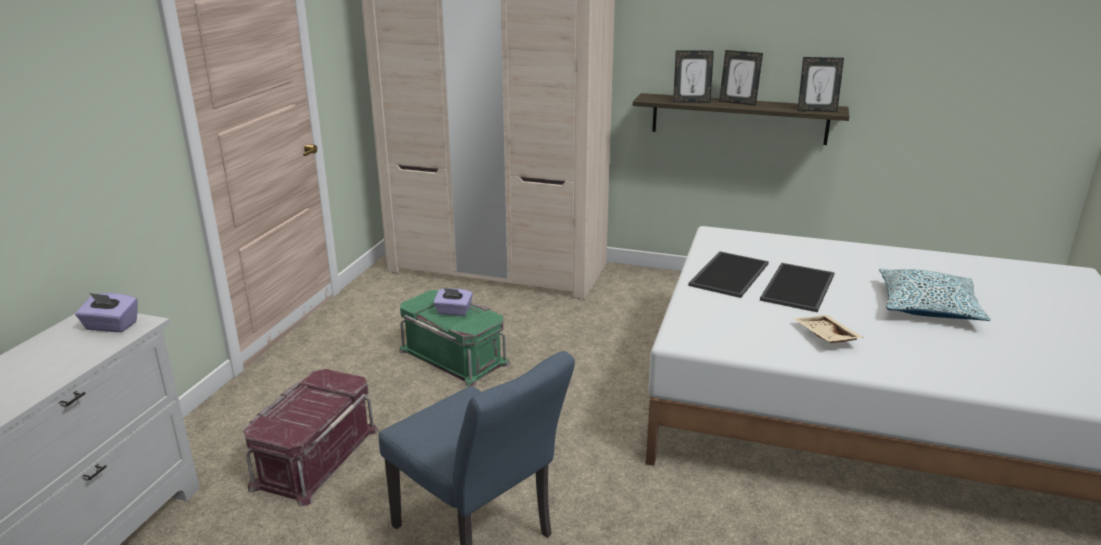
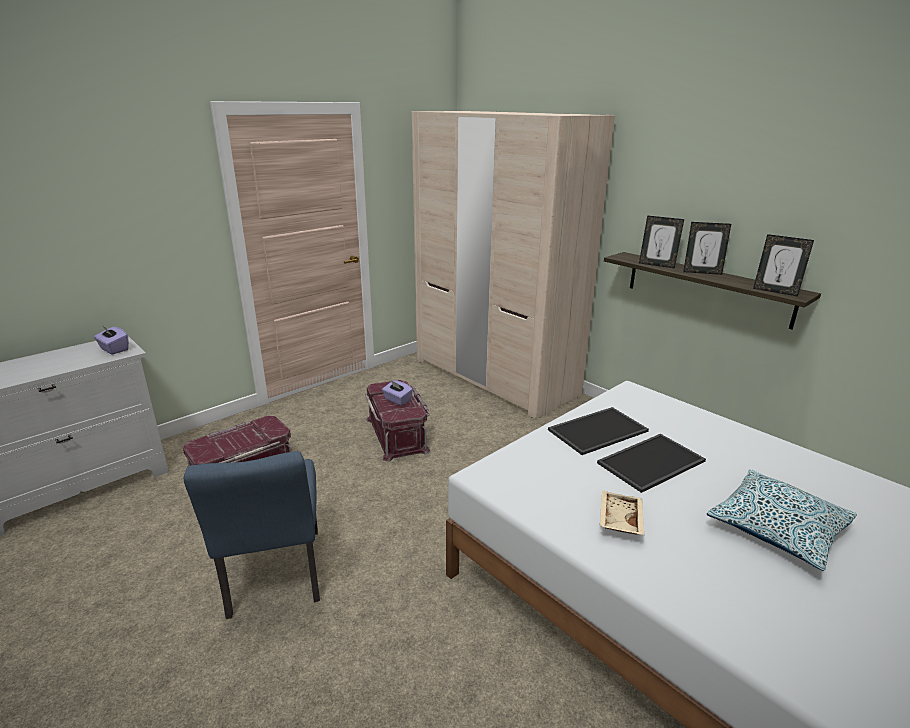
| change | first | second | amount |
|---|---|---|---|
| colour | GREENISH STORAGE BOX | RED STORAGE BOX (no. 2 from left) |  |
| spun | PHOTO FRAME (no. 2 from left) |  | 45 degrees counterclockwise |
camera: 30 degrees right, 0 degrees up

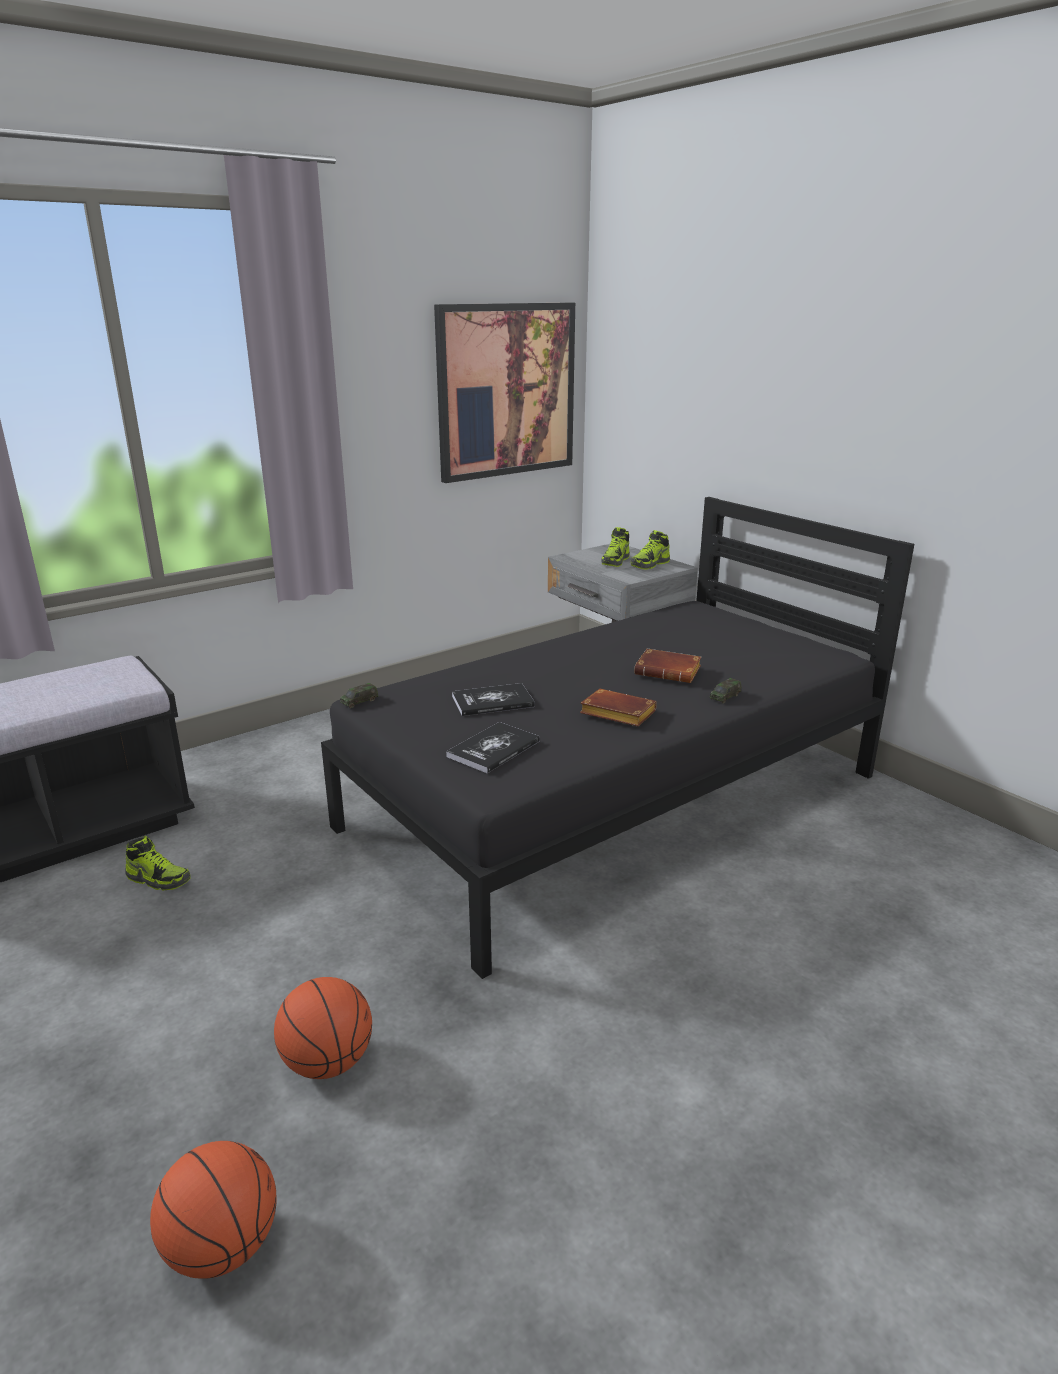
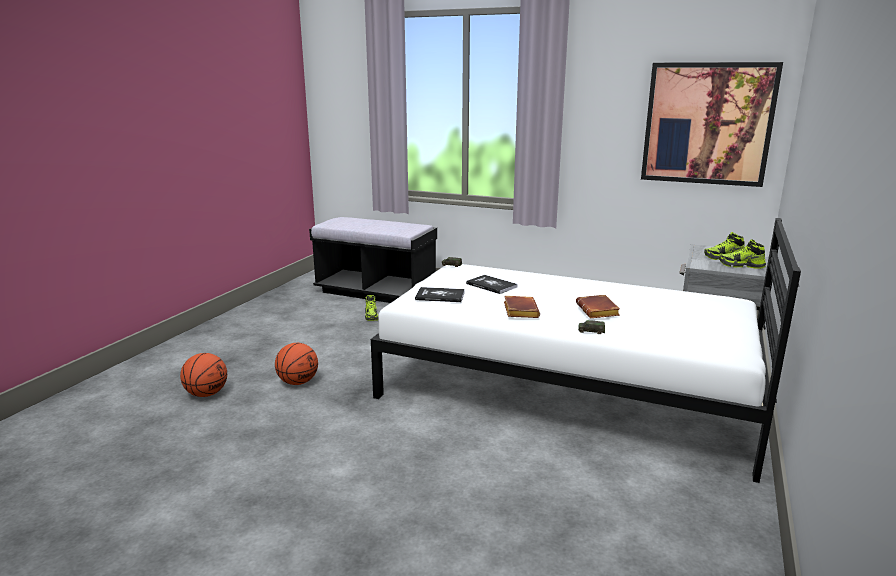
| change | first | second | amount |
|---|---|---|---|
| colour | BLACK BEDROOM BED | WHITISH BEDROOM BED |  |
camera: 60 degrees right, 5 degrees down

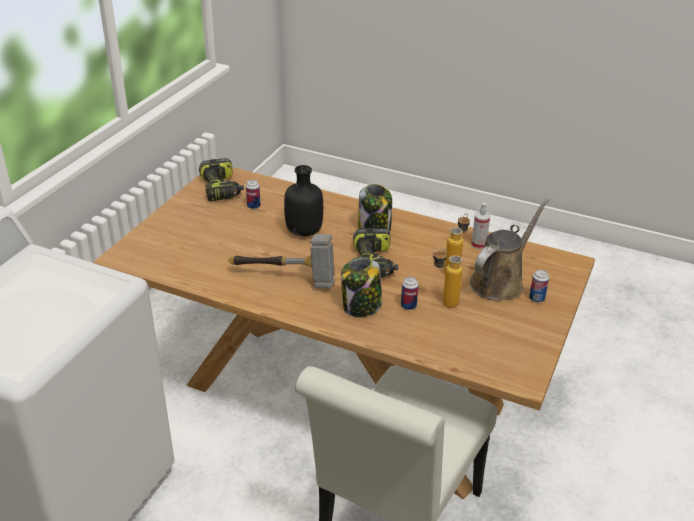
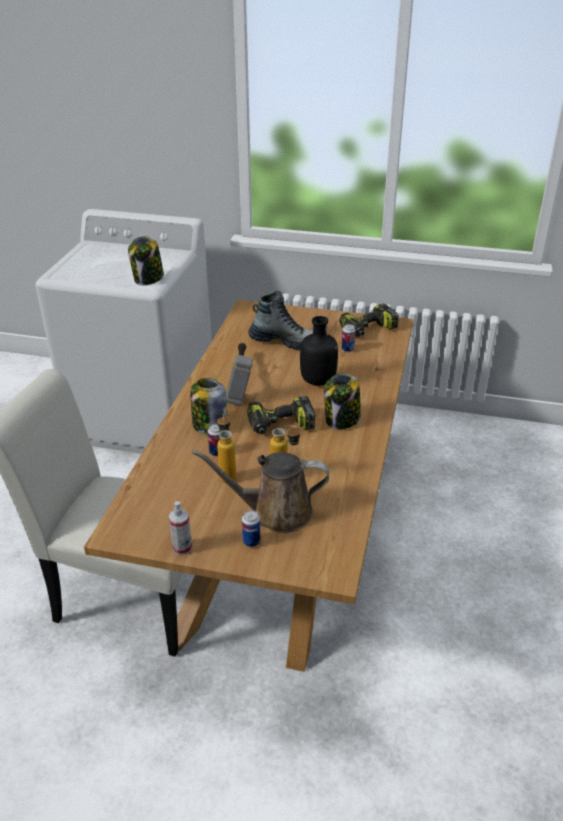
| change | first | second | amount |
|---|---|---|---|
| appeared |  | PRESERVE JAR (no. 1 from left) |  |
| relocated | SPRAY BOTTLE |  |  |
| spun | BROWN-COLOURED WATERING CAN |  | 150 degrees clockwise |
| appeared |  | BOOT |  |
camera: 80 degrees right, 0 degrees up

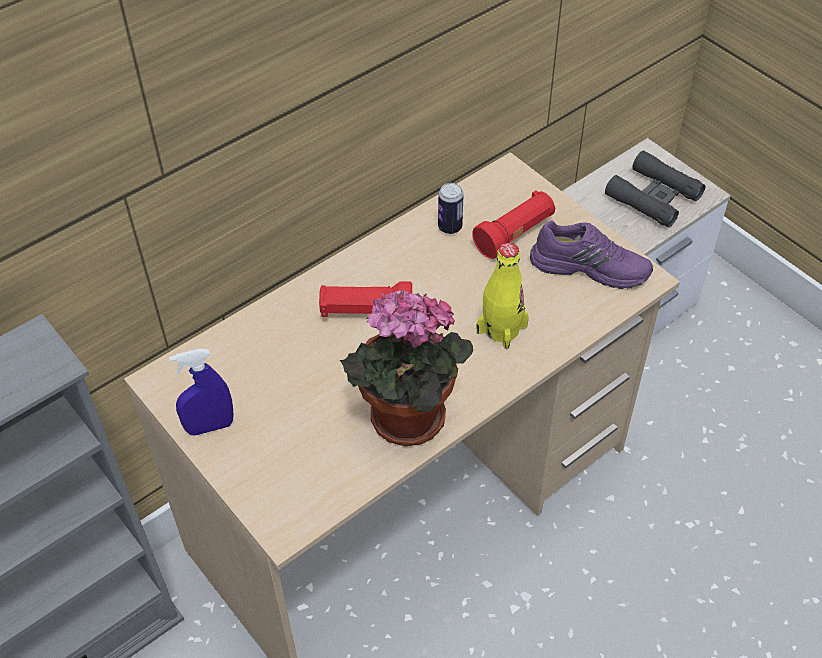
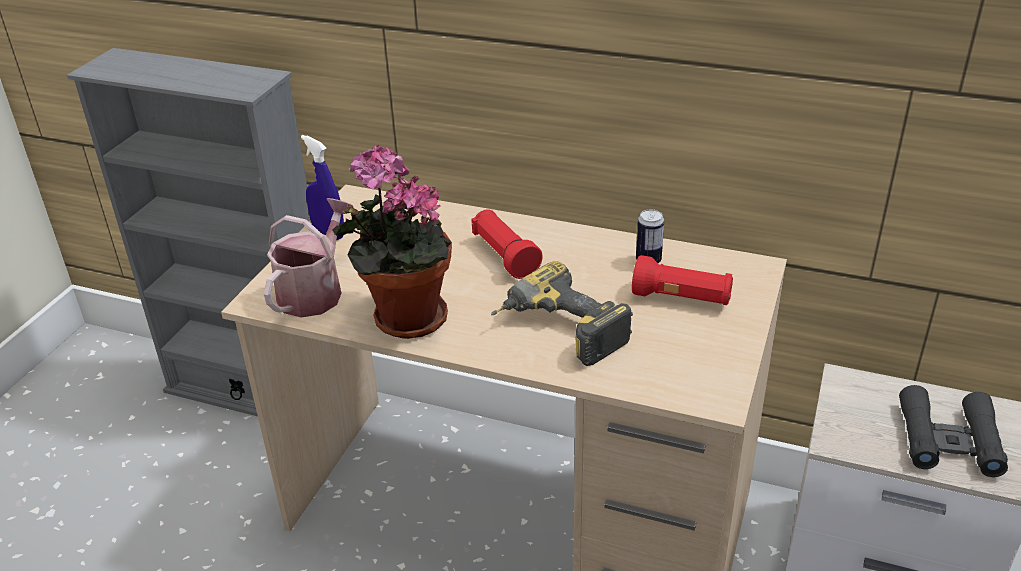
| change | first | second | amount |
|---|---|---|---|
| appeared |  | WATERING CAN |  |
| exchanged | YELLOWISH DRINK BOTTLE | DRILL |  |
| missing | PURPLE-COLOURED SHOE |  |  |
camera: 60 degrees right, 15 degrees down

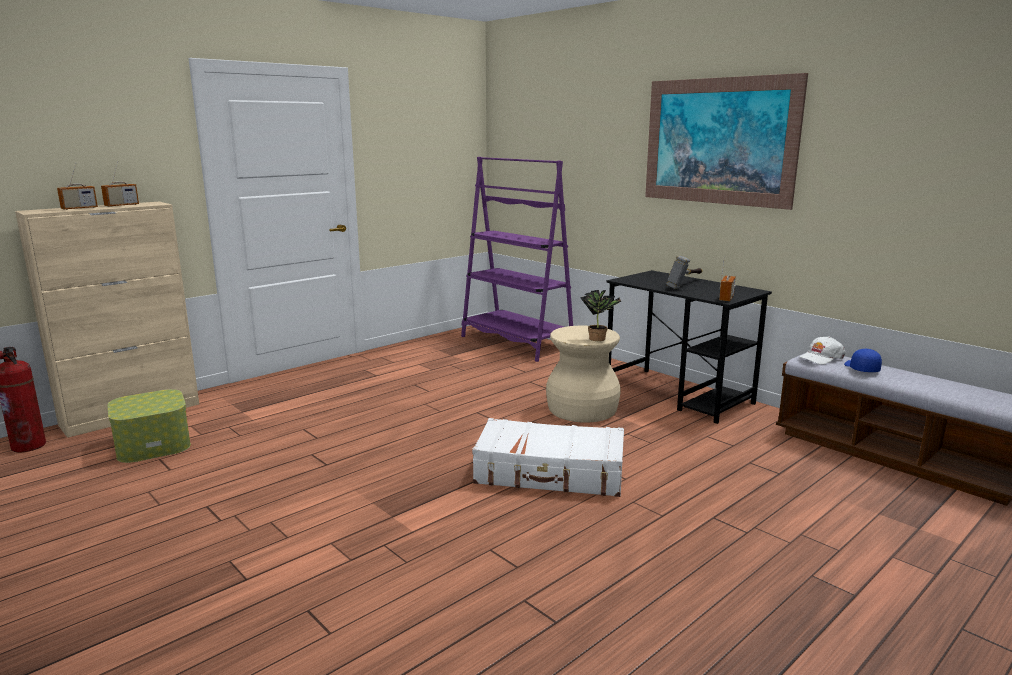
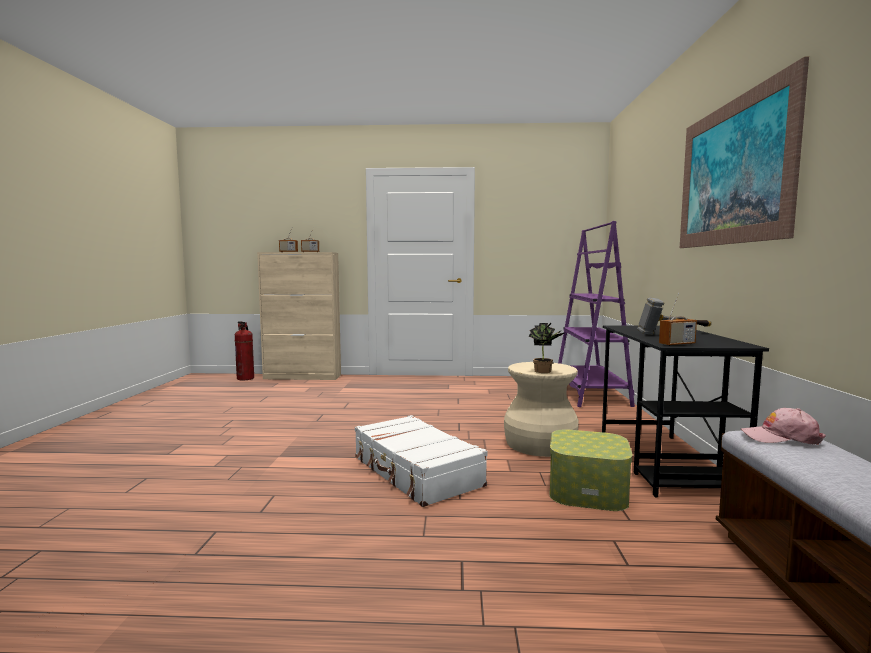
| change | first | second | amount |
|---|---|---|---|
| relocated | STORAGE BOX |  |  |
| colour | WHITISH BASEBALL CAP | PINK BASEBALL CAP |  |
| missing | BLUE-COLOURED BASEBALL CAP |  |  |
camera: 45 degrees right, 10 degrees down

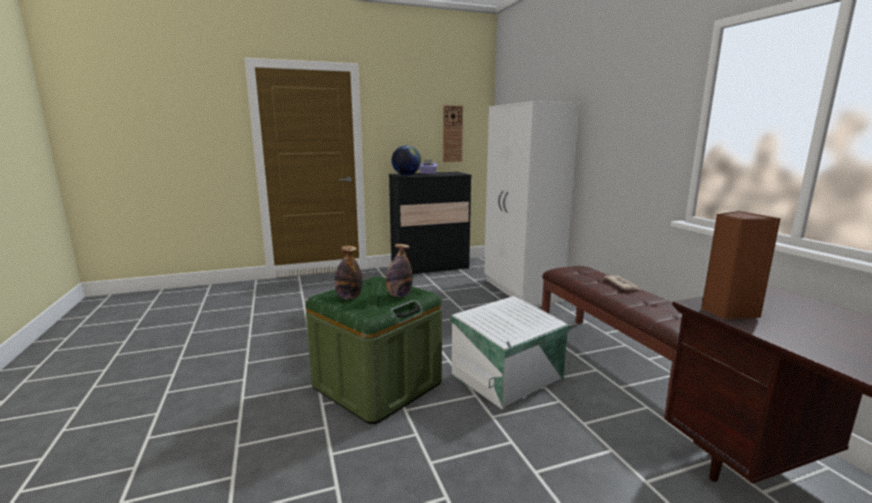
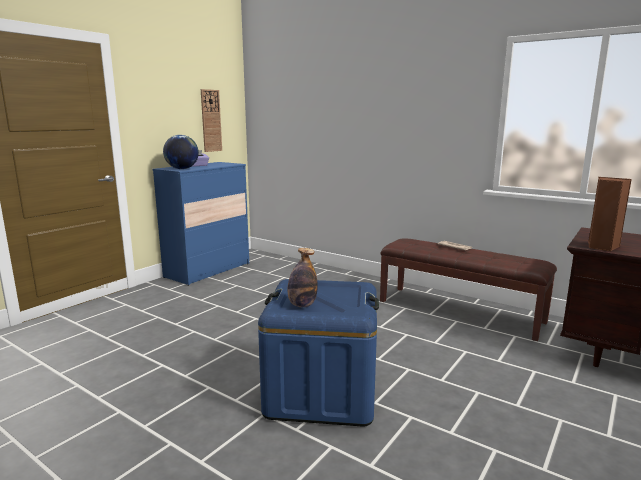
| change | first | second | amount |
|---|---|---|---|
| colour | BLACK CHEST OF DRAWERS | BLUE-COLOURED CHEST OF DRAWERS |  |
| colour | GREENISH STORAGE BOX | BLUE-COLOURED STORAGE BOX |  |
| missing | DRINK BOTTLE (no. 2 from left) |  |  |
| missing | WHITISH STORAGE BOX |  |  |
| missing | WHITISH CLOTHES CUPBOARD |  |  |
camera: 35 degrees left, 0 degrees up

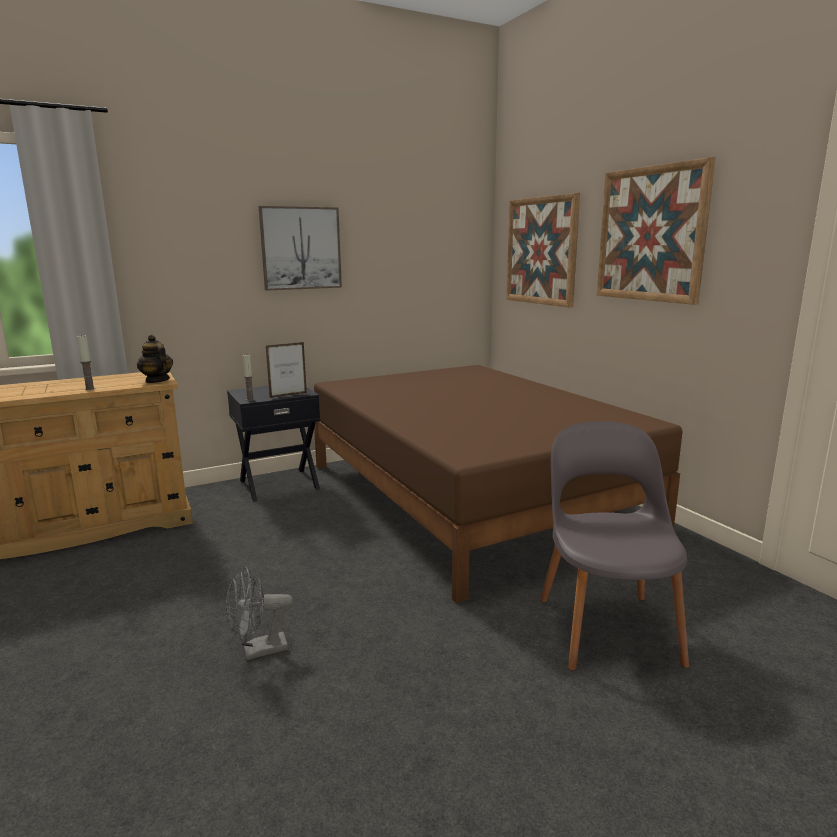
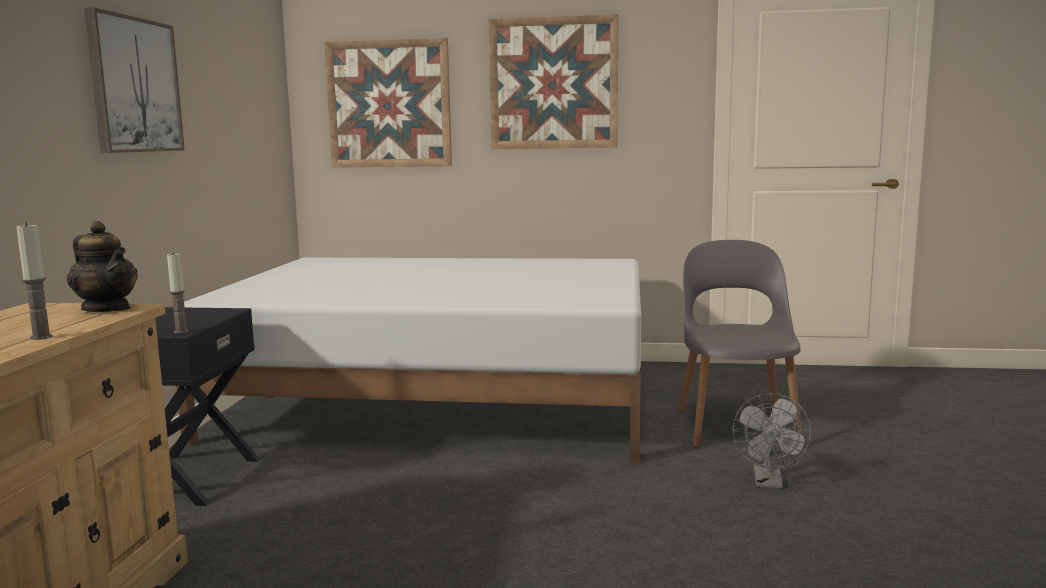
| change | first | second | amount |
|---|---|---|---|
| spun | TEA POT |  | 135 degrees counterclockwise |
| colour | BROWN-COLOURED BEDROOM BED | WHITISH BEDROOM BED |  |
| spun | GREYISH CHAIR |  | 60 degrees clockwise |
| relocated | GREYISH FAN |  |  |
| missing | PHOTO FRAME |  |  |
camera: 55 degrees left, 5 degrees down

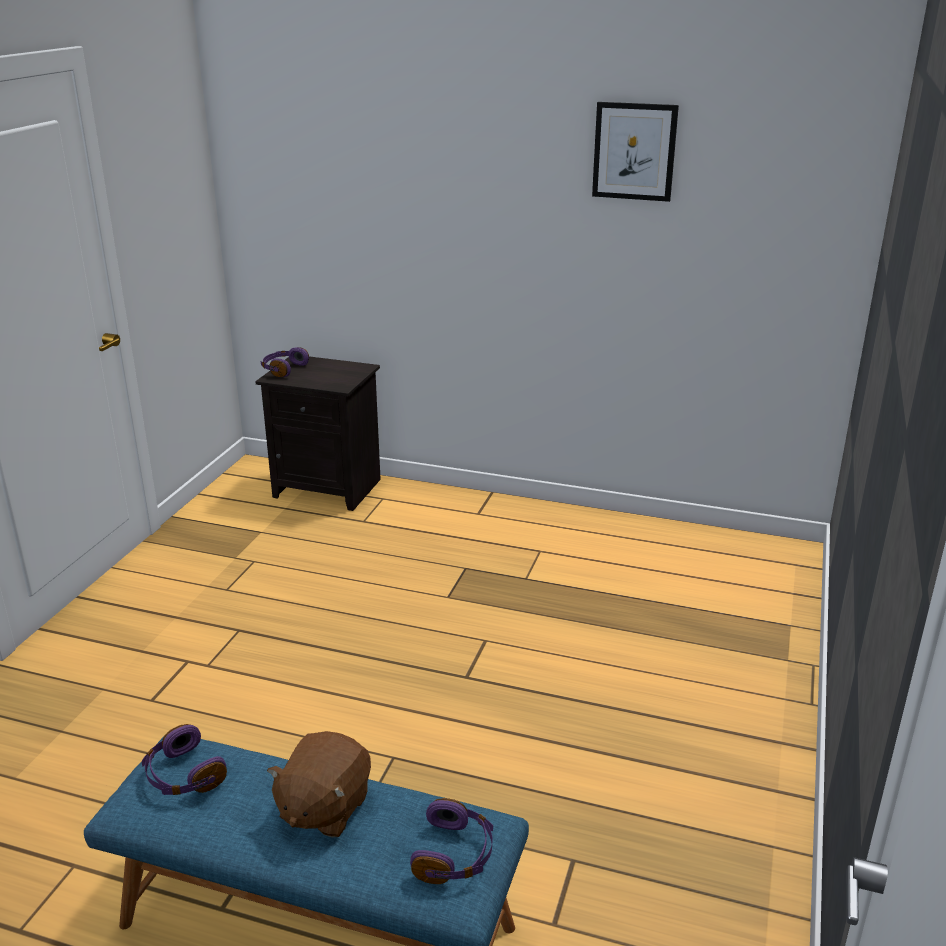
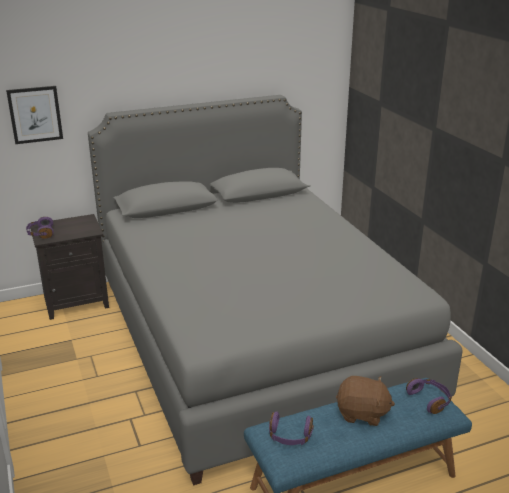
| change | first | second | amount |
|---|---|---|---|
| relocated | PICTURE |  |  |
| appeared |  | GREYISH BEDROOM BED |  |
| spun | BROWN-COLOURED SOFT TOY |  | 60 degrees counterclockwise |
camera: 40 degrees left, 0 degrees up

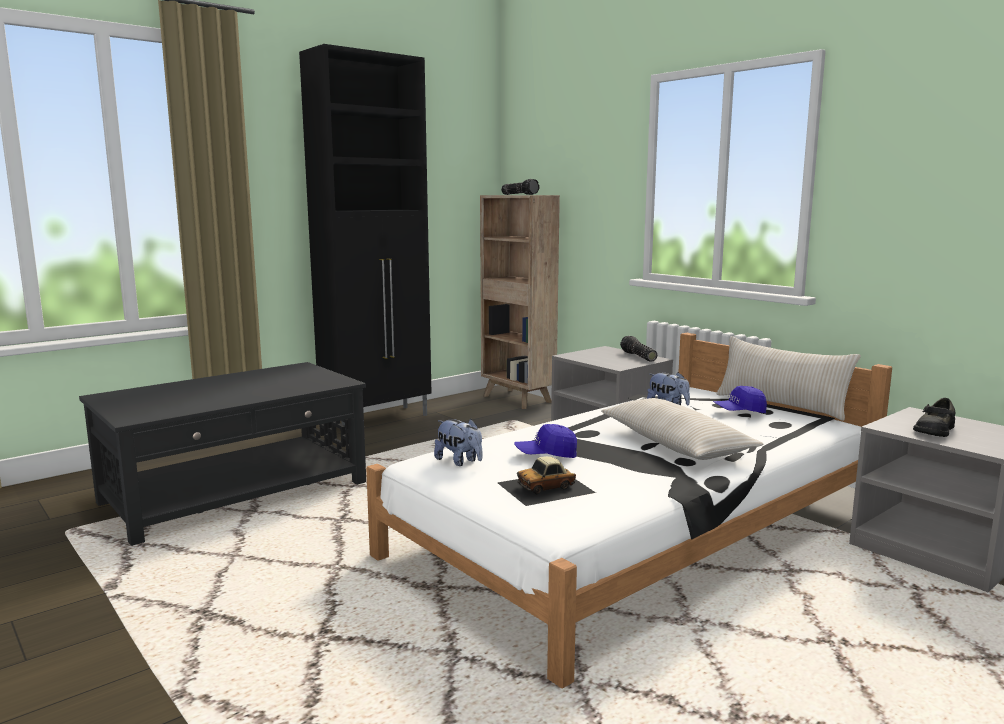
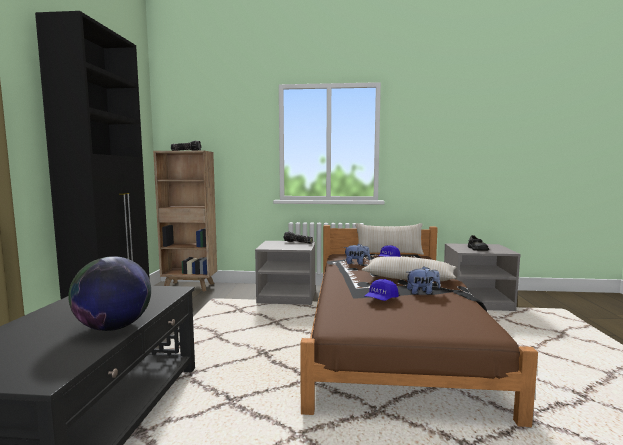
| change | first | second | amount |
|---|---|---|---|
| appeared |  | WORLD GLOBE |  |
| colour | WHITISH BEDROOM BED | BROWN-COLOURED BEDROOM BED |  |
| relocated | SOFT TOY (no. 1 from left in the first image) | SOFT TOY (no. 2 from left) |  |
| missing | MINIATURE CAR |  |  |
camera: 45 degrees left, 5 degrees down

